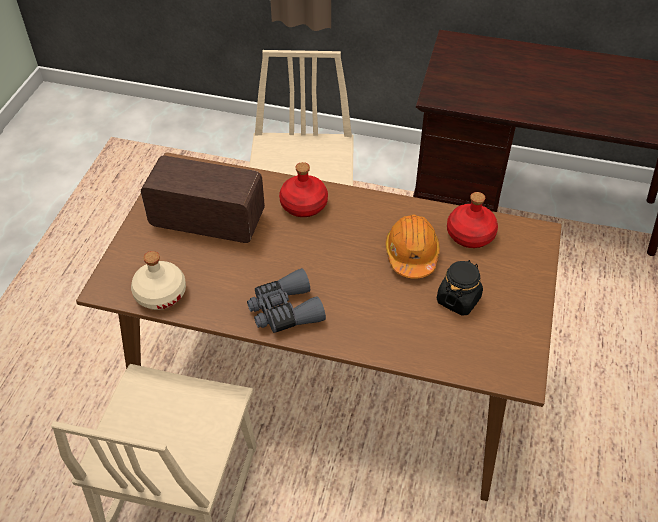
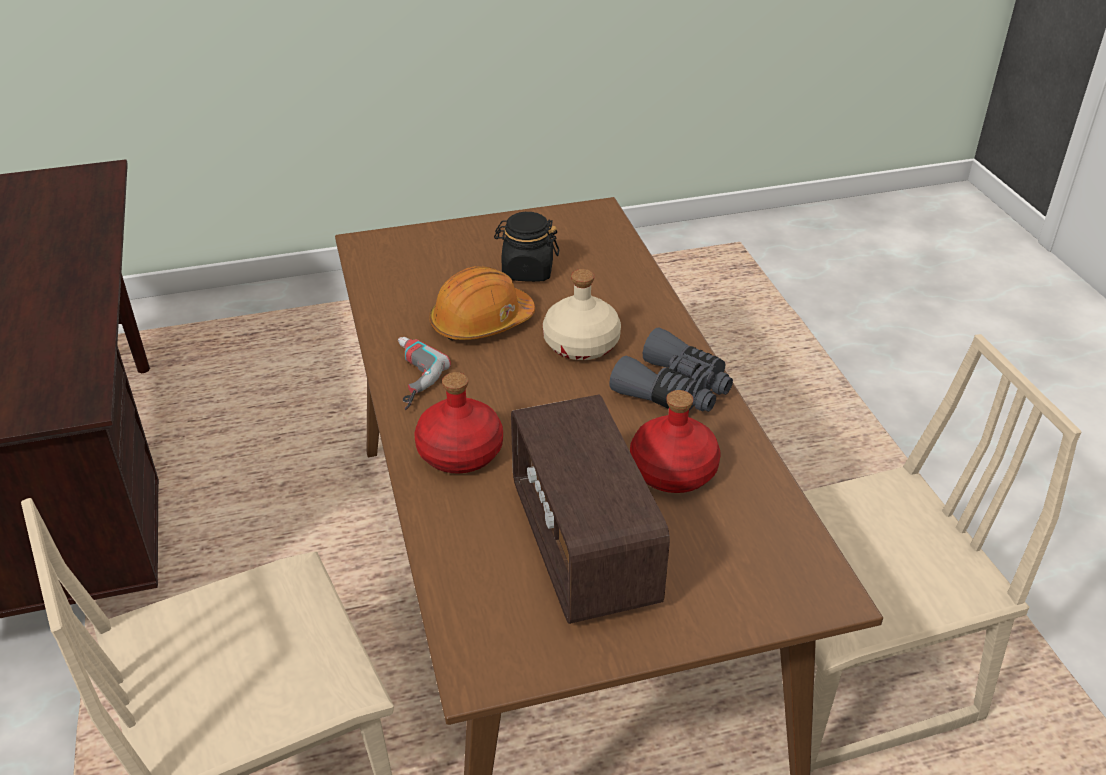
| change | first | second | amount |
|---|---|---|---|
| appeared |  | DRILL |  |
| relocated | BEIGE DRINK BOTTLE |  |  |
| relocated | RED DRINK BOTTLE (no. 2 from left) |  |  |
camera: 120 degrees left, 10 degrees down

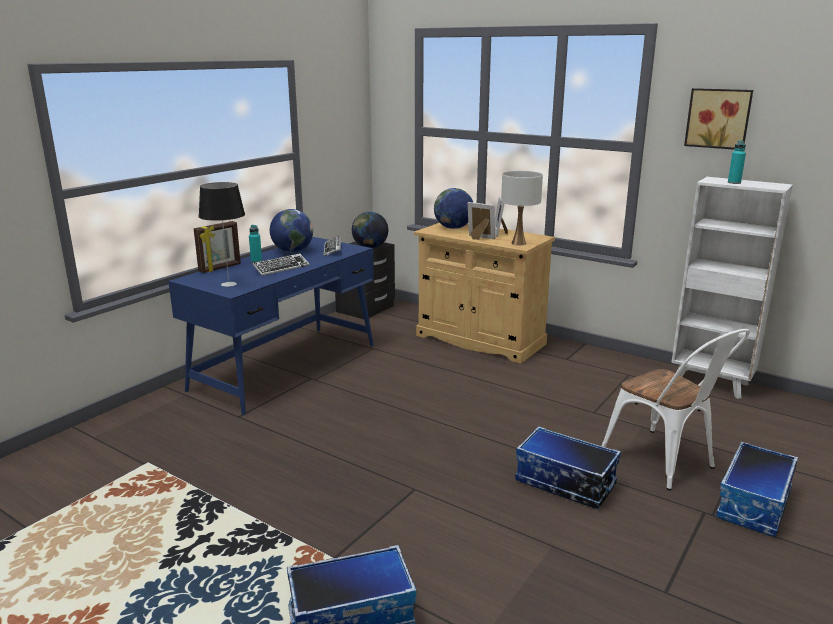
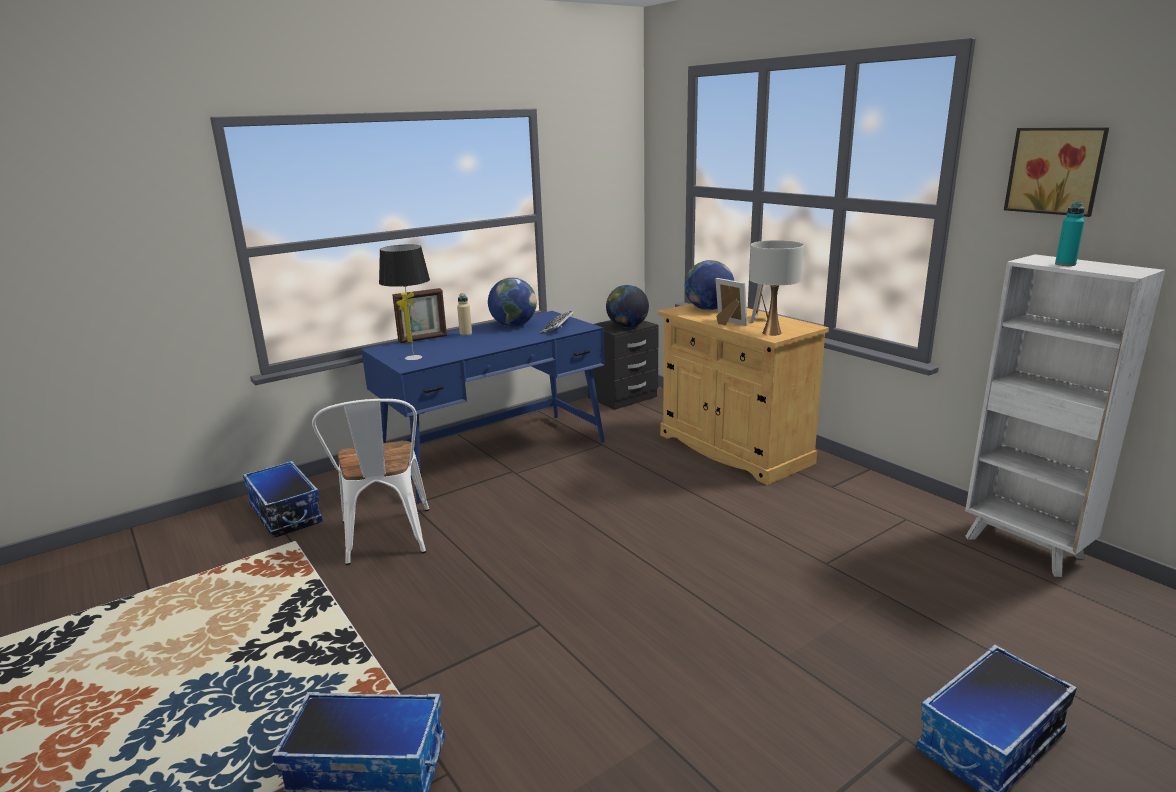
| change | first | second | amount |
|---|---|---|---|
| relocated | STORAGE BOX (no. 2 from left in the first image) | STORAGE BOX (no. 1 from left) |  |
| relocated | WHITISH CHAIR |  |  |
| colour | TURQUOISE-COLOURED DRINK BOTTLE (no. 1 from left) | BEIGE DRINK BOTTLE |  |
| missing | COMPUTER KEYBOARD (no. 1 from left) |  |  |
camera: 20 degrees right, 0 degrees up

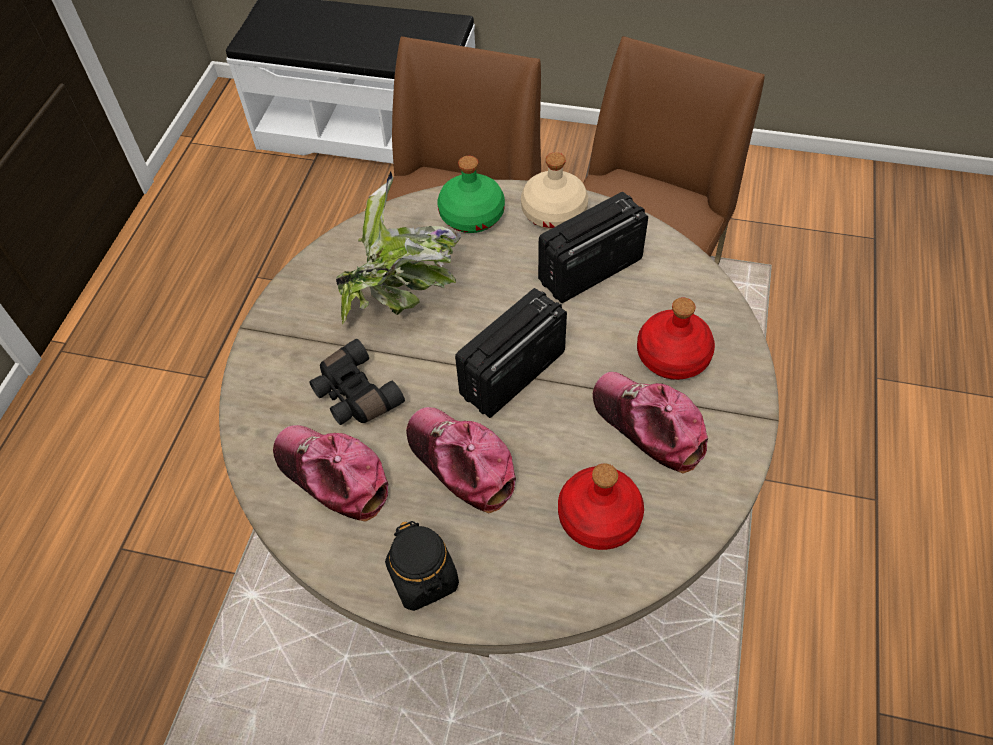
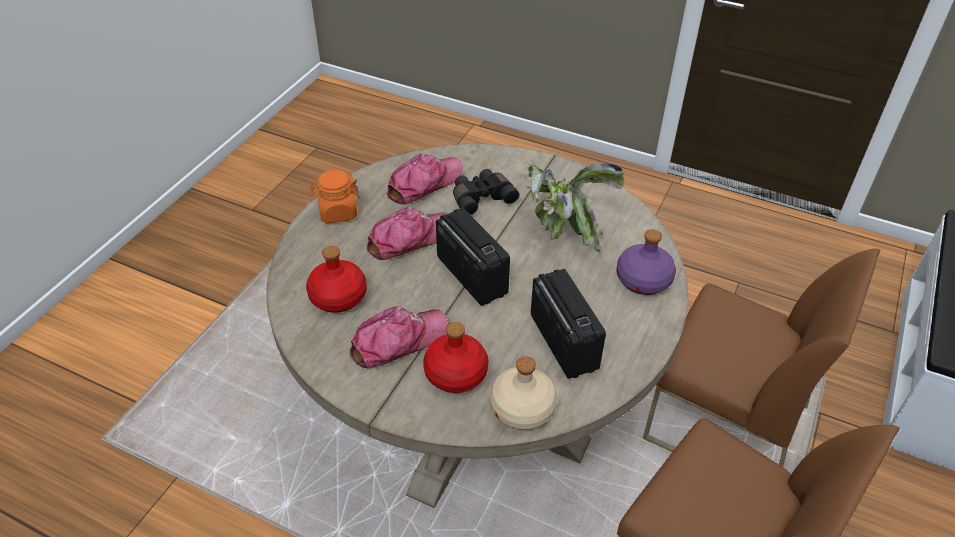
| change | first | second | amount |
|---|---|---|---|
| colour | BLACK PRESERVE JAR | ORANGE-COLOURED PRESERVE JAR |  |
| relocated | BEIGE DRINK BOTTLE |  |  |
| colour | GREENISH DRINK BOTTLE | PURPLE-COLOURED DRINK BOTTLE |  |
camera: 100 degrees right, 10 degrees down

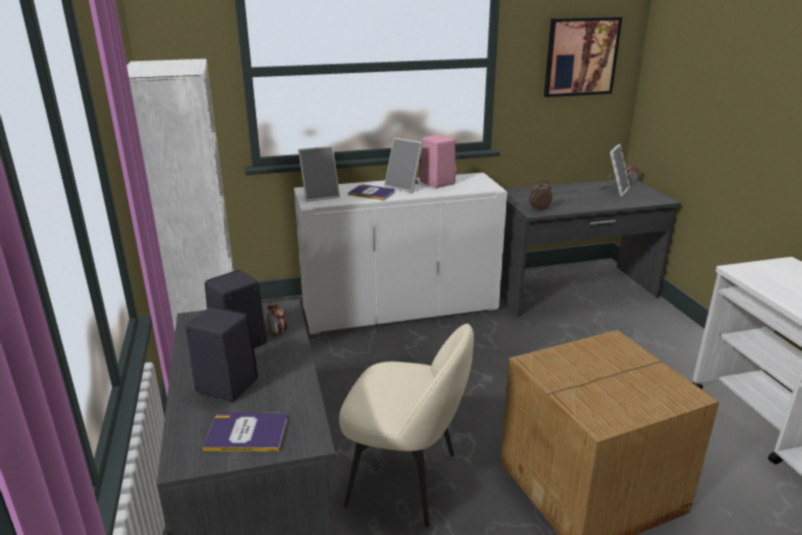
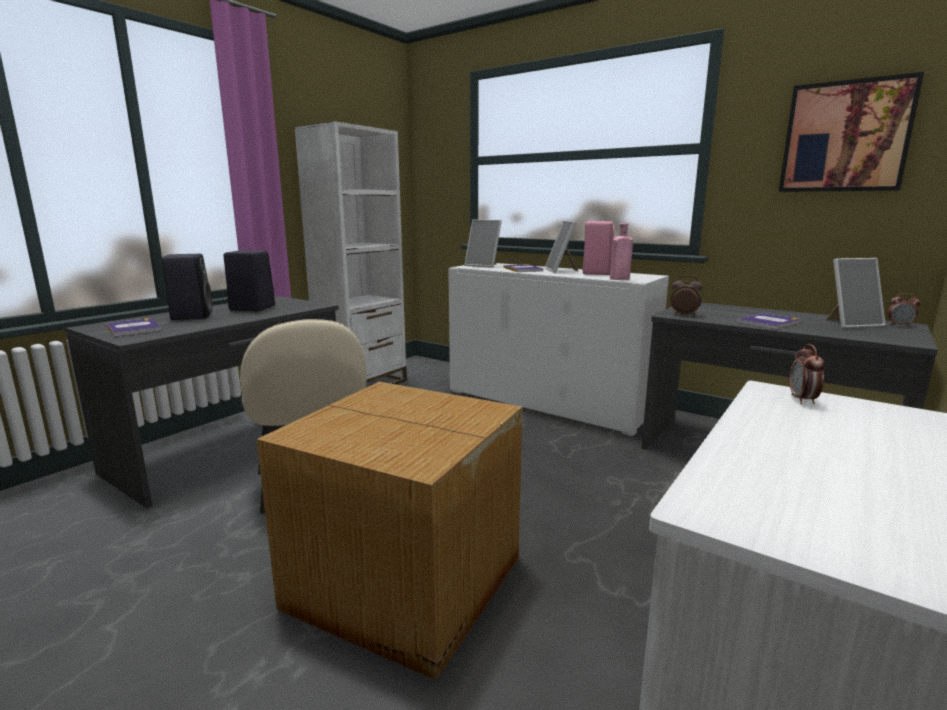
| change | first | second | amount |
|---|---|---|---|
| appeared |  | PINK DRINK BOTTLE |  |
| appeared |  | BOUND BOOK (no. 3 from left) |  |
| relocated | ALARM CLOCK (no. 1 from left in the first image) | ALARM CLOCK (no. 2 from left) |  |
camera: 50 degrees right, 10 degrees down

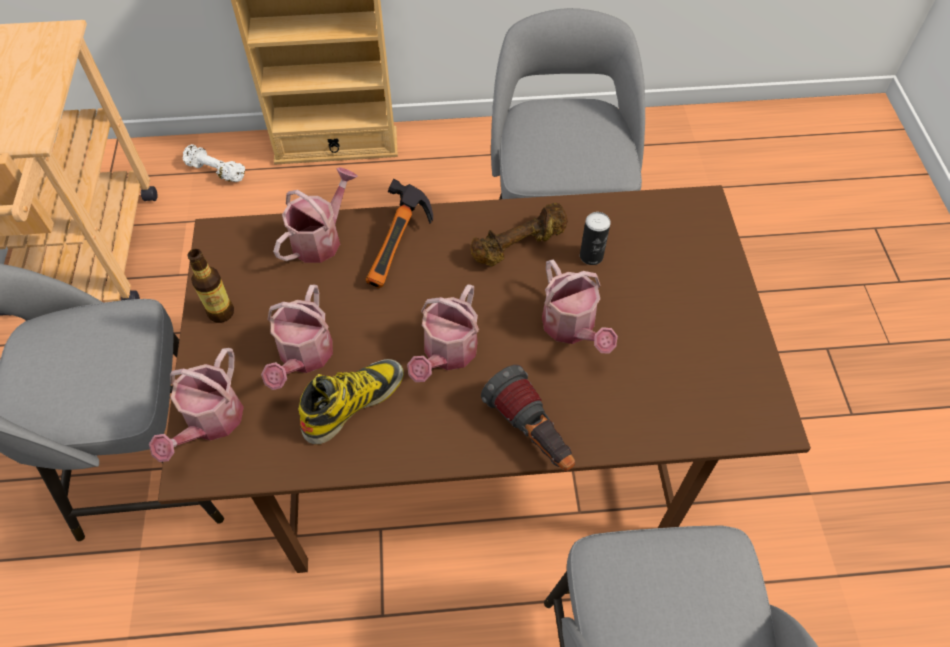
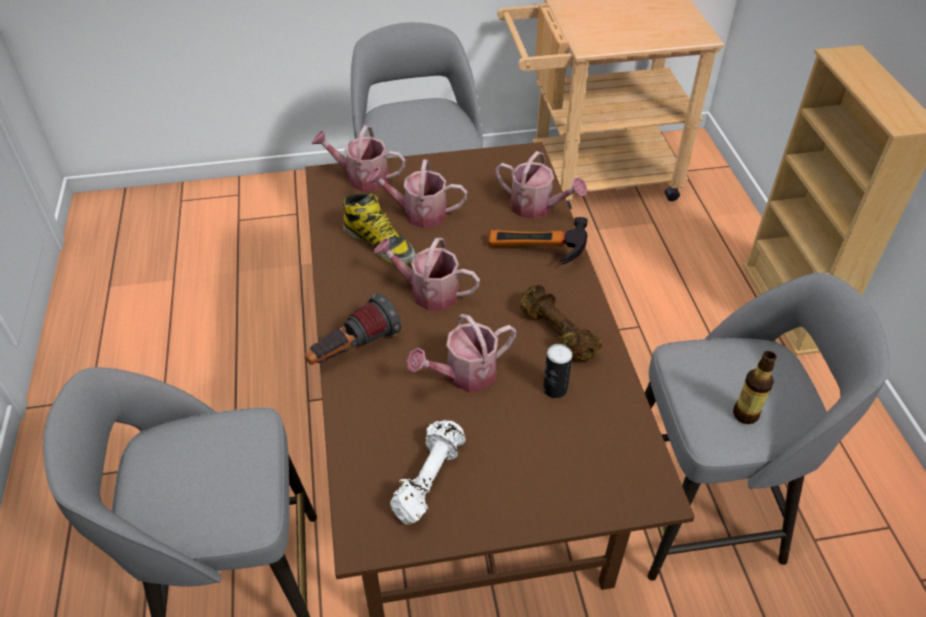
| change | first | second | amount |
|---|---|---|---|
| relocated | WHITISH HAND WEIGHT |  |  |
| relocated | DRINK BOTTLE |  |  |
camera: 85 degrees right, 10 degrees down

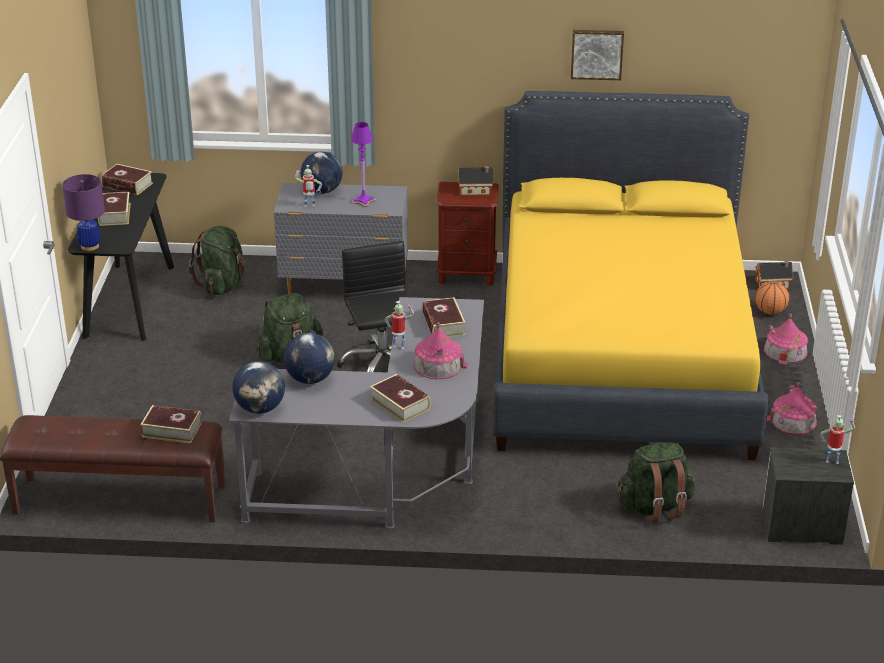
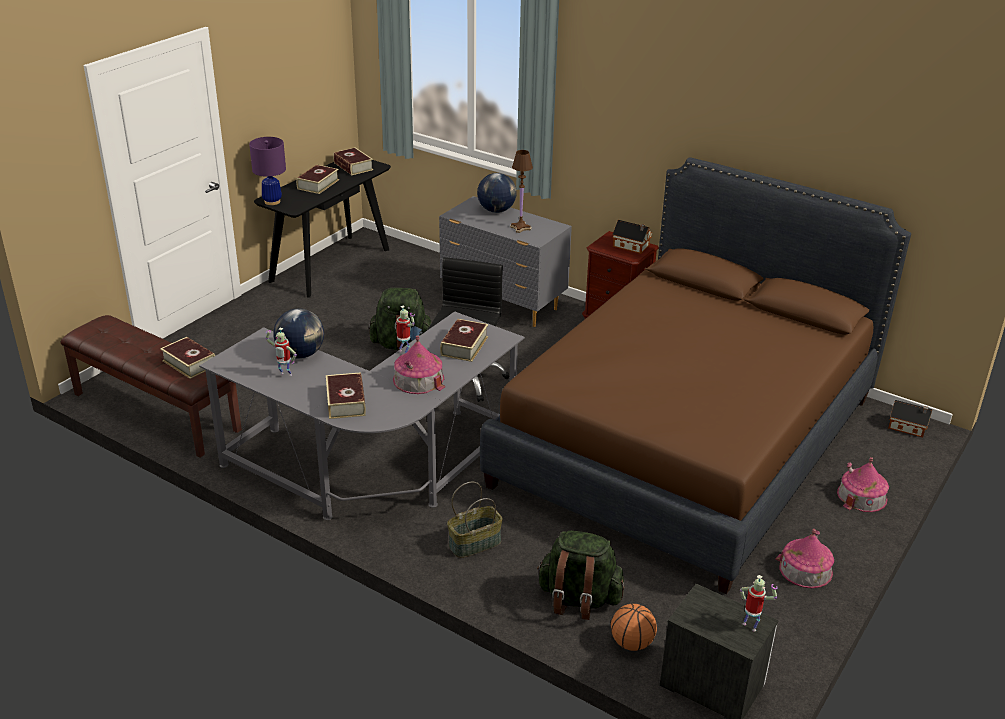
| change | first | second | amount |
|---|---|---|---|
| relocated | TOY ROBOT (no. 1 from left) |  |  |
| appeared |  | HOUSEHOLD BASKET |  |
| colour | YELLOWISH BEDROOM BED | BROWN-COLOURED BEDROOM BED |  |
| colour | PURPLE-COLOURED LAMP FOR A TABLE (no. 2 from left) | BROWN-COLOURED LAMP FOR A TABLE |  |
| relocated | BASKETBALL BALL |  |  |
| missing | GREENISH KNAPSACK (no. 1 from left) |  |  |
| missing | WORLD GLOBE (no. 1 from left) |  |  |
| missing | PICTURE |  |  |
camera: 30 degrees right, 0 degrees up

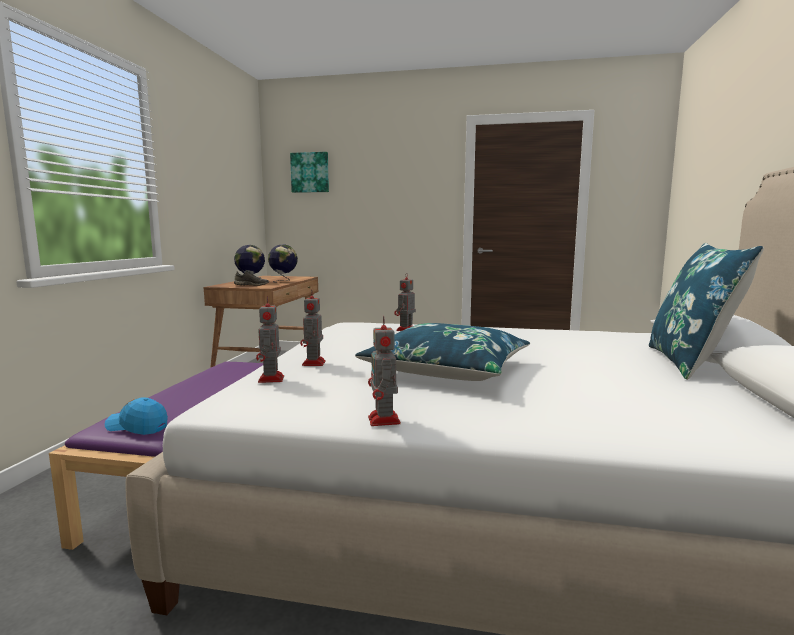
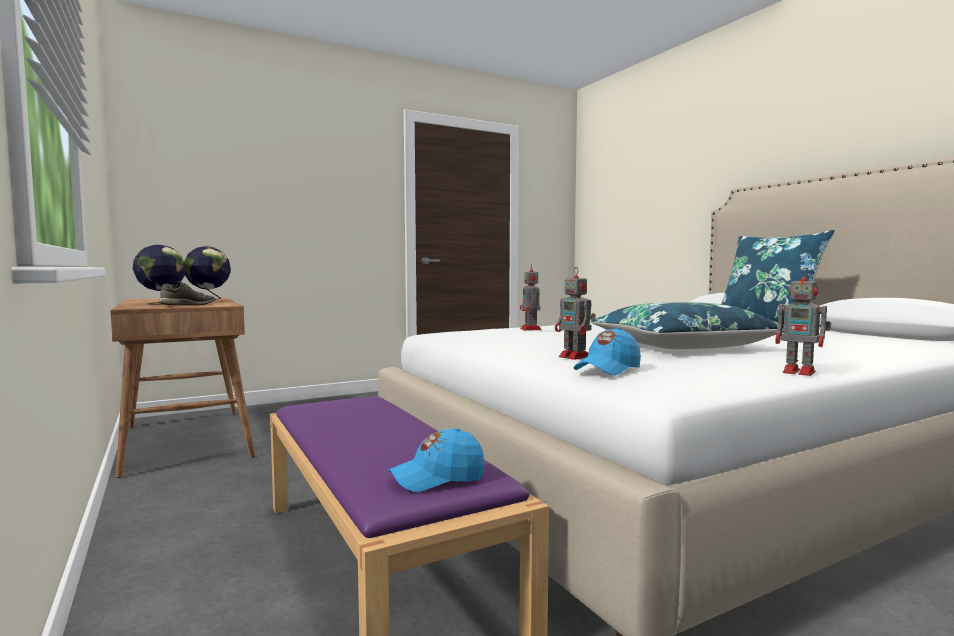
| change | first | second | amount |
|---|---|---|---|
| exchanged | TOY ROBOT (no. 1 from left) | BLUE-COLOURED BASEBALL CAP (no. 2 from left) |  |
| missing | PICTURE |  |  |
camera: 40 degrees left, 5 degrees down

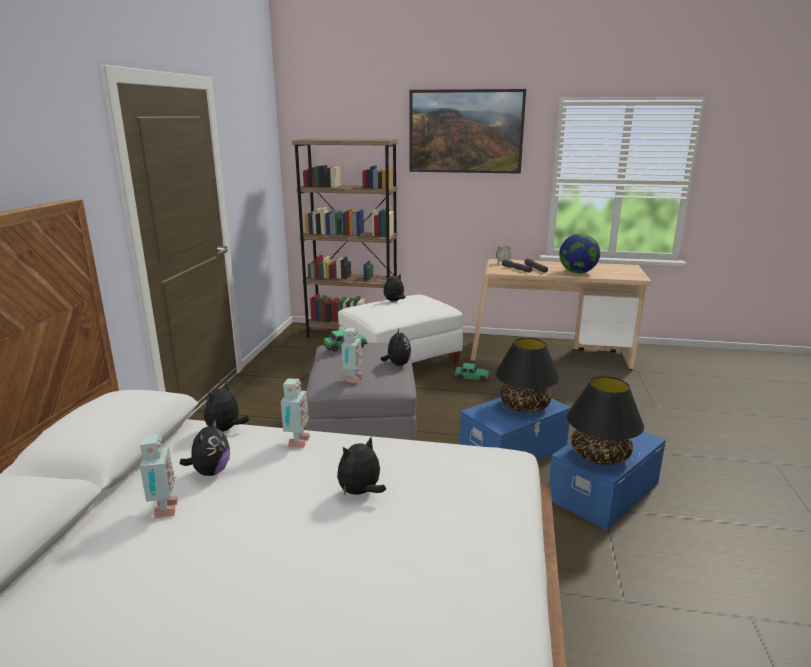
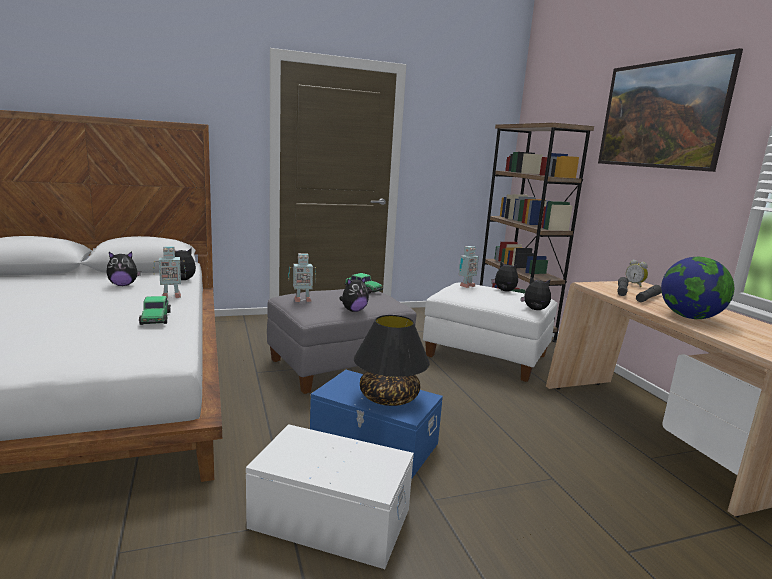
| change | first | second | amount |
|---|---|---|---|
| relocated | MINIATURE CAR (no. 2 from left in the first image) | MINIATURE CAR (no. 1 from left) |  |
| colour | BLUE-COLOURED STORAGE BOX (no. 2 from left) | WHITISH STORAGE BOX |  |
| relocated | TOY ROBOT (no. 1 from left in the first image) | TOY ROBOT (no. 3 from left) |  |
| relocated | SOFT TOY (no. 3 from left in the first image) | SOFT TOY (no. 5 from left) |  |
| missing | BLACK LAMP FOR A TABLE (no. 2 from left) |  |  |
camera: 60 degrees right, 5 degrees down

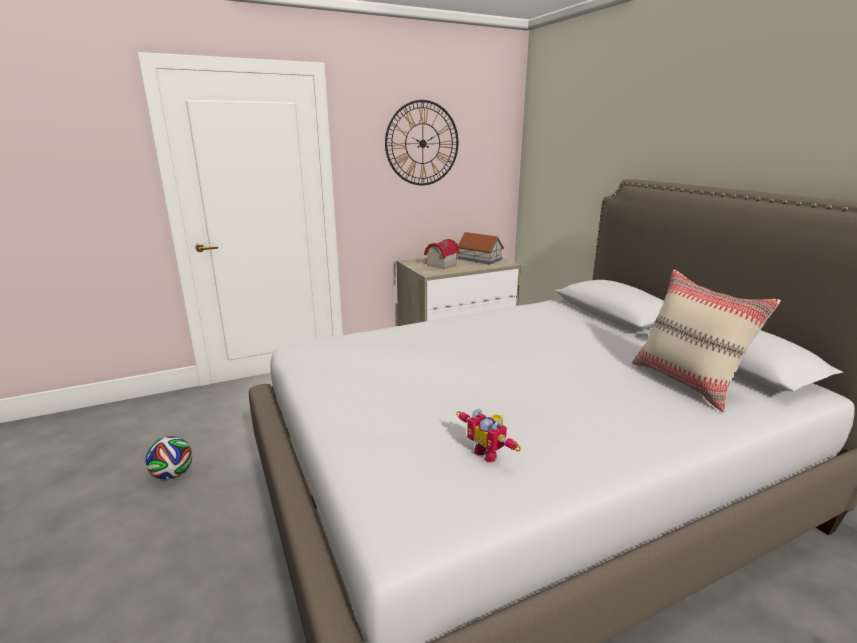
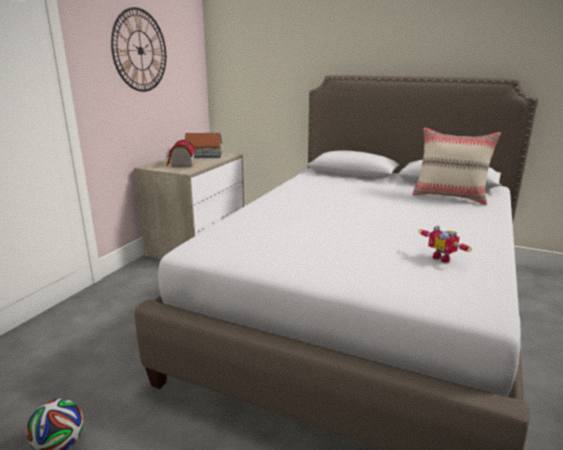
| change | first | second | amount |
|---|---|---|---|
| spun | TOY ROBOT |  | 45 degrees clockwise |
camera: 40 degrees left, 0 degrees up

